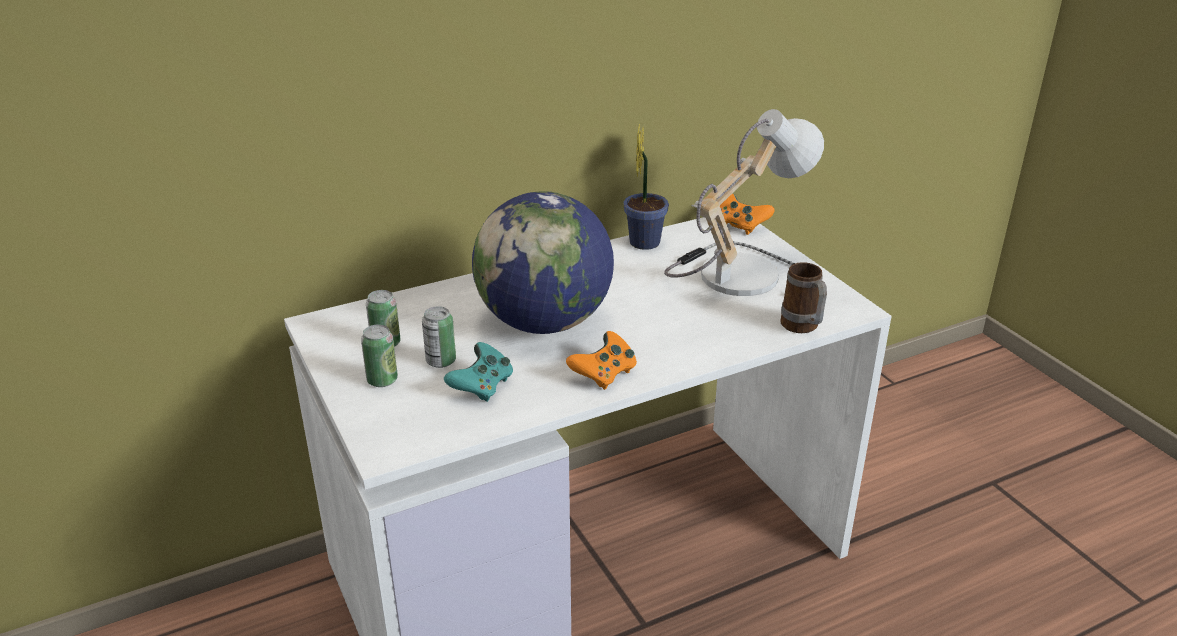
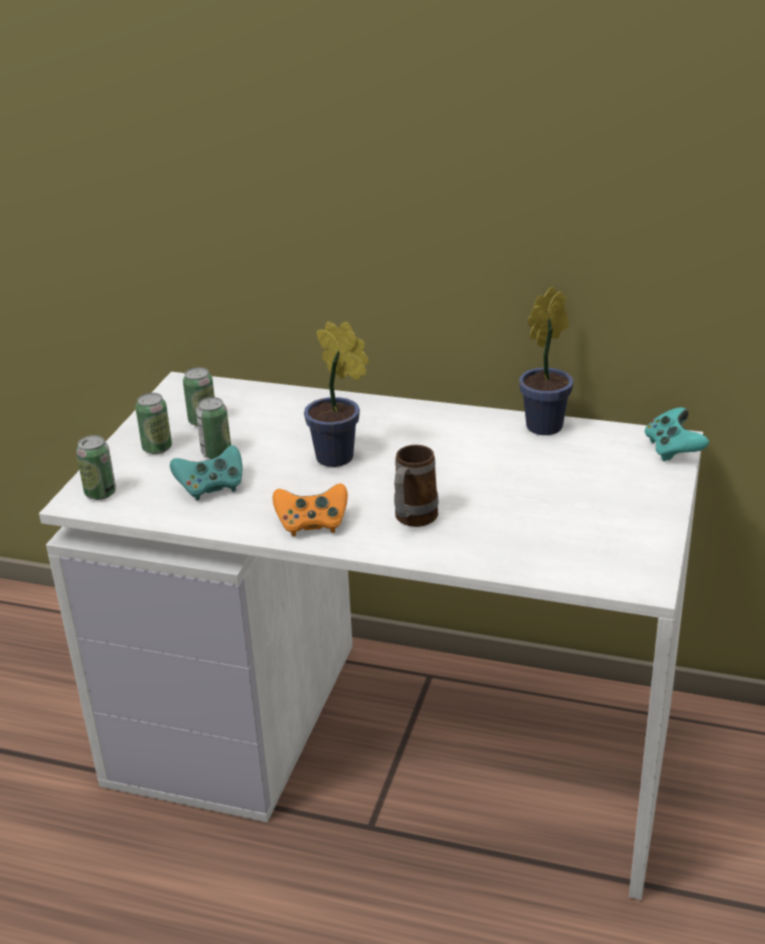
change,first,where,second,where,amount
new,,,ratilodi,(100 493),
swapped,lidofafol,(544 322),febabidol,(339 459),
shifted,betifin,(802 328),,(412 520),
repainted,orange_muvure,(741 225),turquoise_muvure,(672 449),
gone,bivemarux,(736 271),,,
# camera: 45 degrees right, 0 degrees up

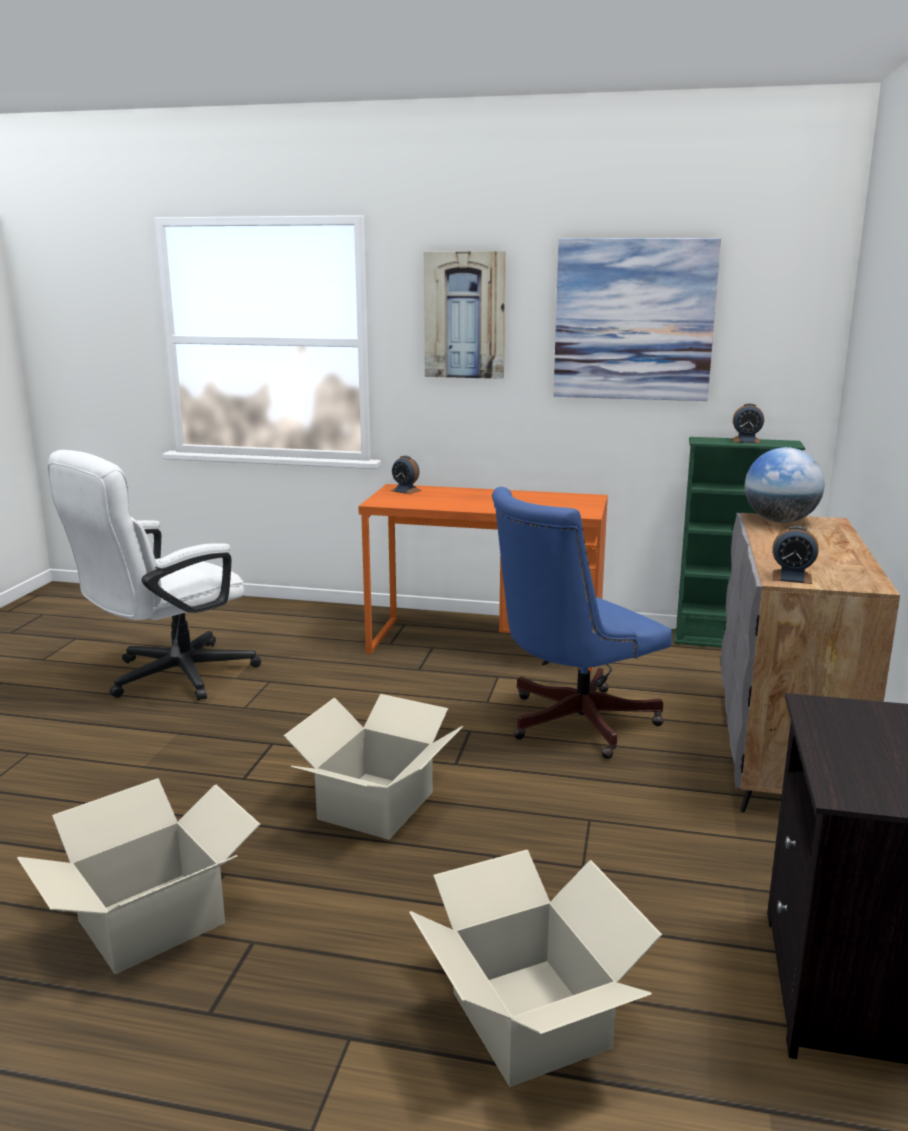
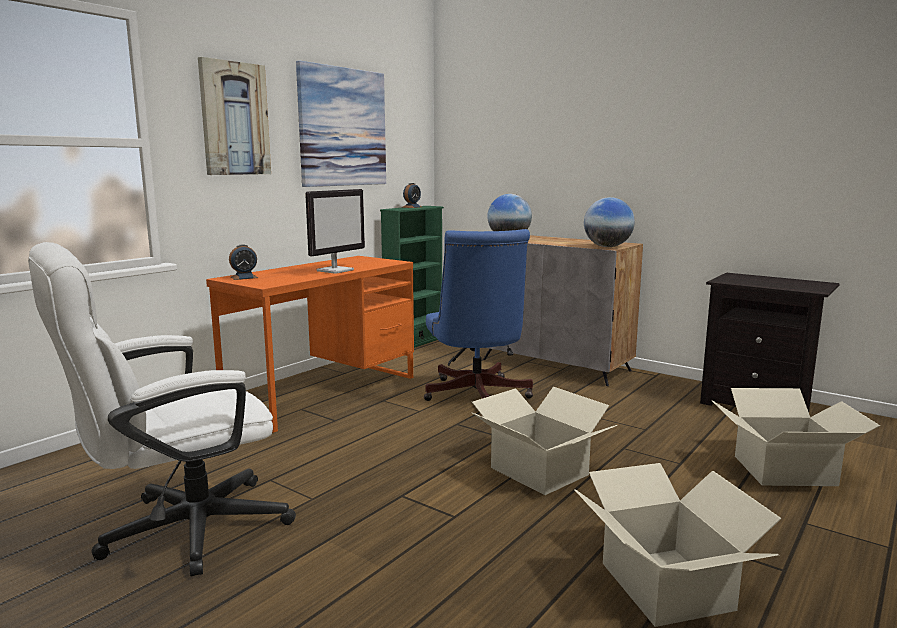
change,first,where,second,where,amount
rotated,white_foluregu,(168 678),,(178 532),75 degrees clockwise
new,,,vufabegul,(335 270),
swapped,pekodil,(792 577),lidofafol,(607 247),
# camera: 65 degrees left, 5 degrees down

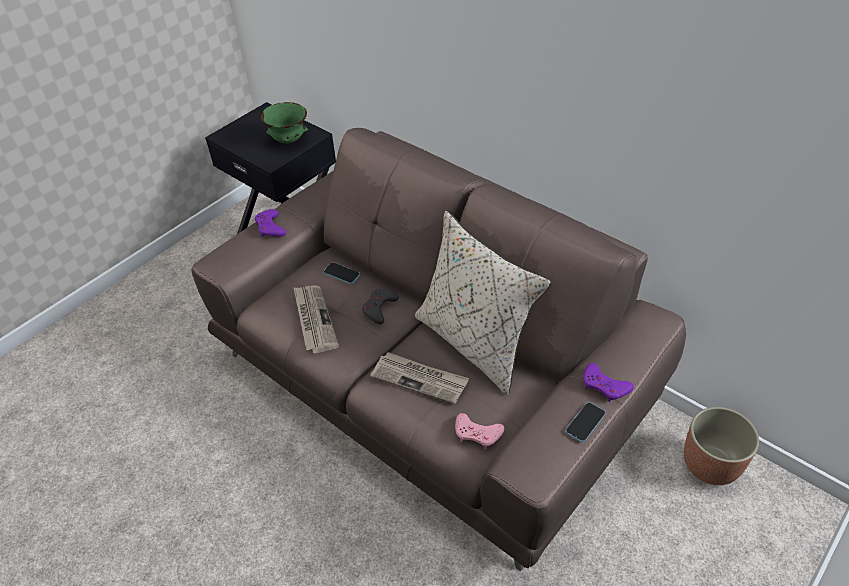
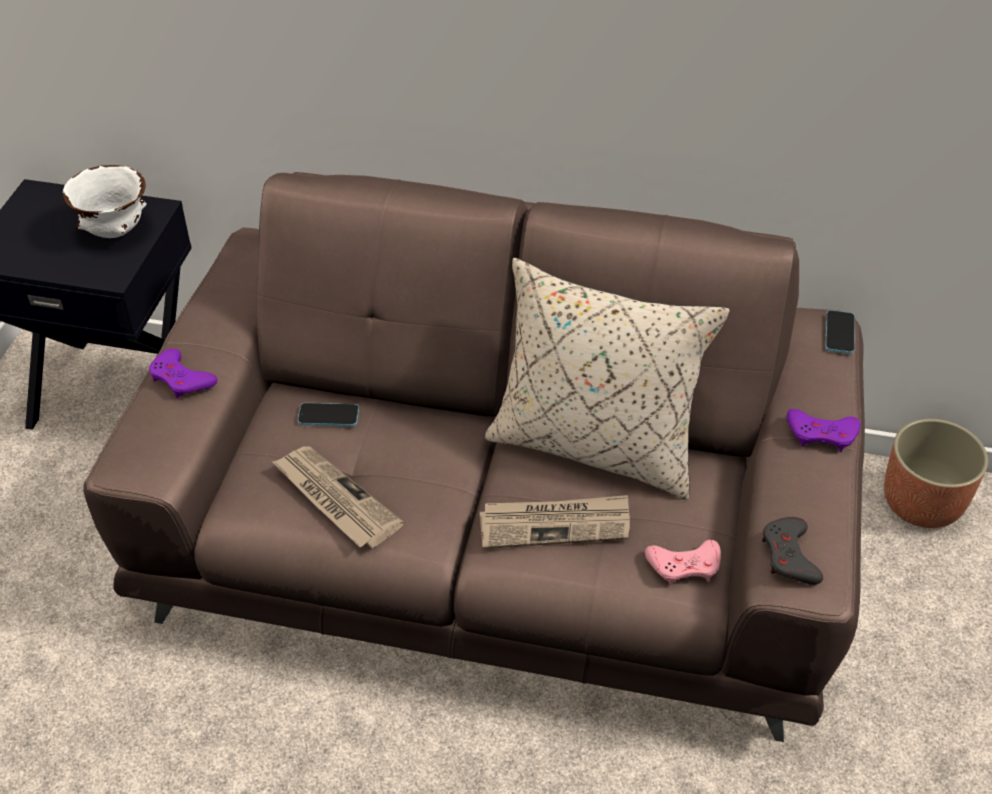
change,first,where,second,where,amount
repainted,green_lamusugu,(289 140),white_lamusugu,(116 231),
shifted,grey_muvure,(379 308),,(789 556),
shifted,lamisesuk,(585 423),,(839 333),
# camera: 30 degrees left, 0 degrees up

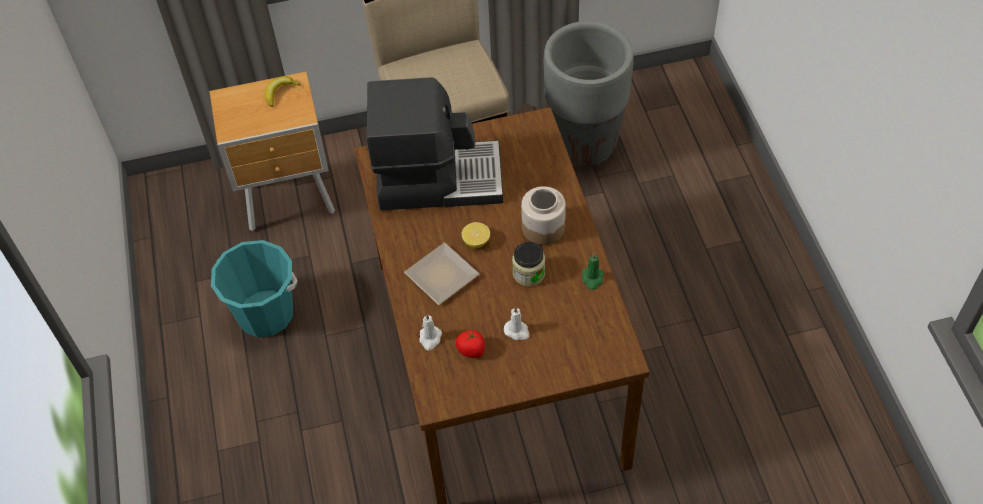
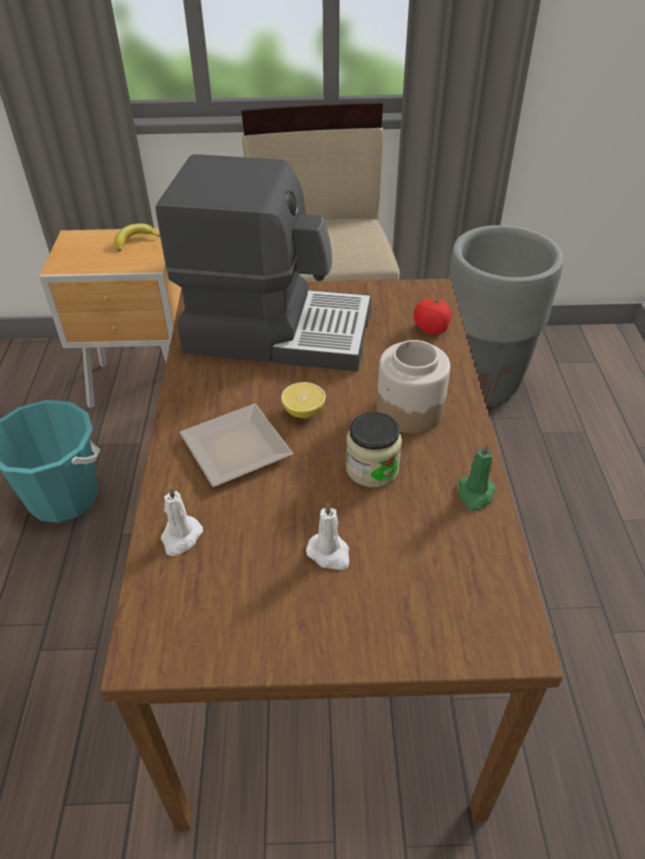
change,first,where,second,where,amount
shifted,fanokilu,(471 350),,(431 328),
# camera: 10 degrees right, 10 degrees down

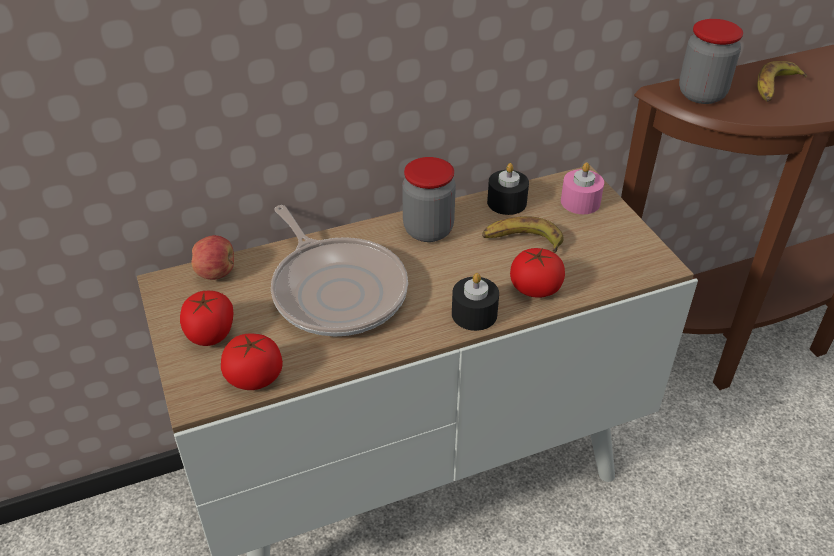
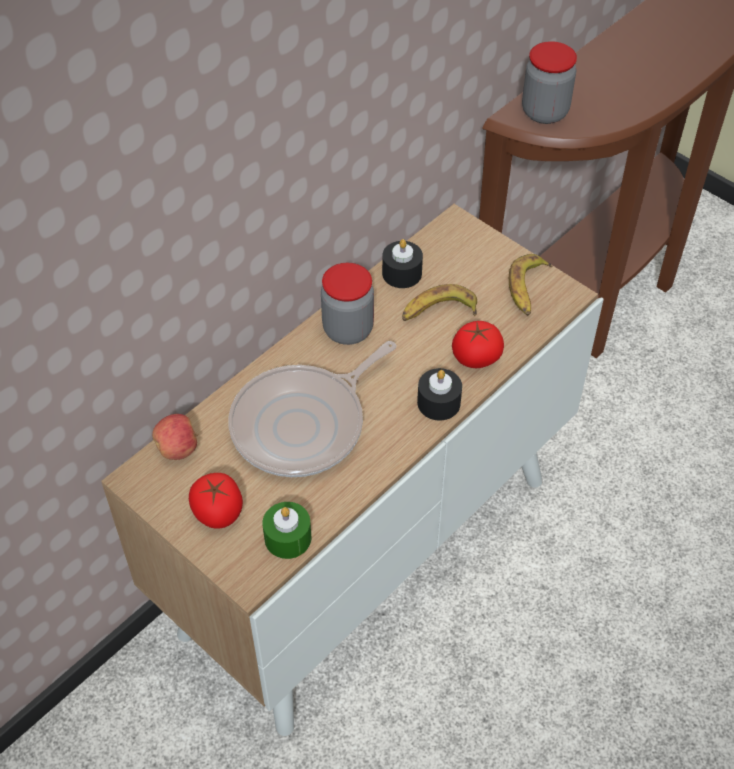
change,first,where,second,where,amount
rotated,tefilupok,(337 290),,(304 424),105 degrees clockwise
swapped,fanokilu,(254 377),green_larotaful,(288 538),
shifted,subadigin,(775 88),,(527 289),
gone,pink_larotaful,(580 202),,,
# camera: 25 degrees left, 10 degrees up

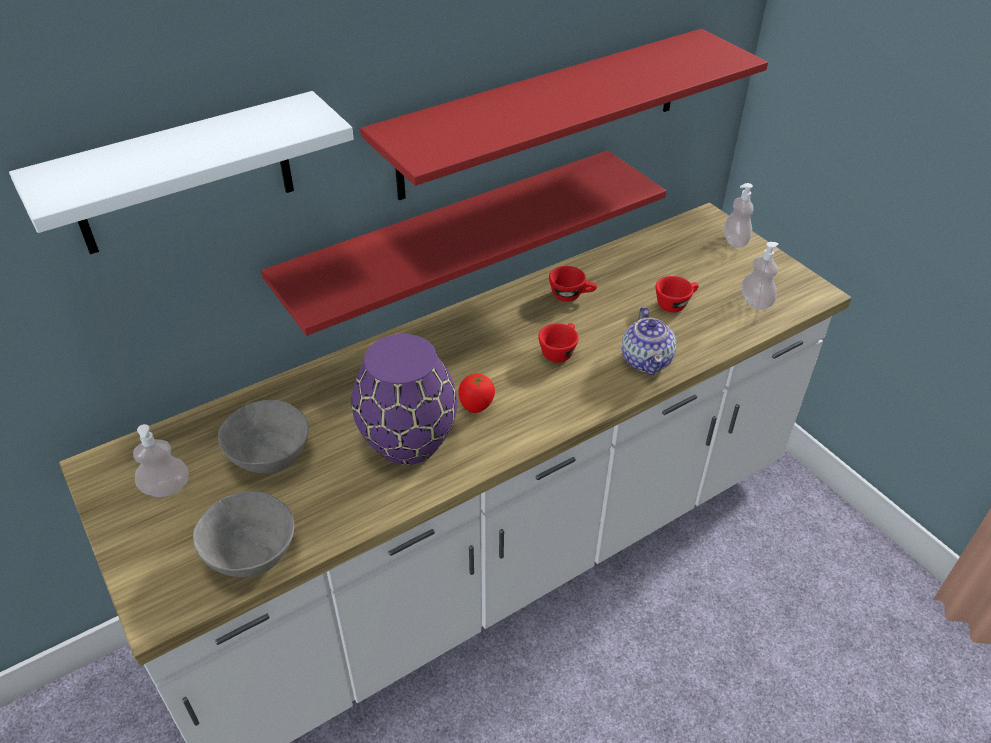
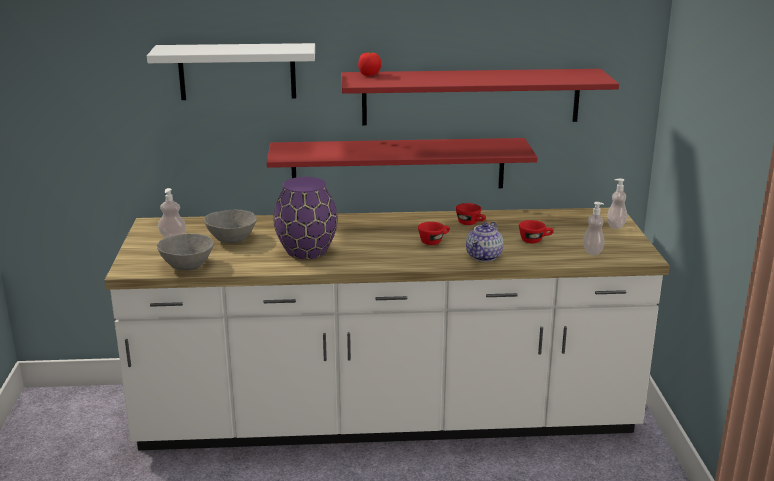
change,first,where,second,where,amount
shifted,fanokilu,(476 405),,(369 75),
# camera: 30 degrees right, 20 degrees down

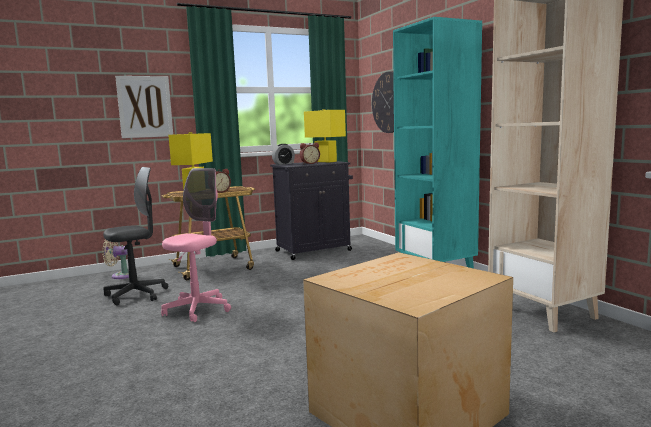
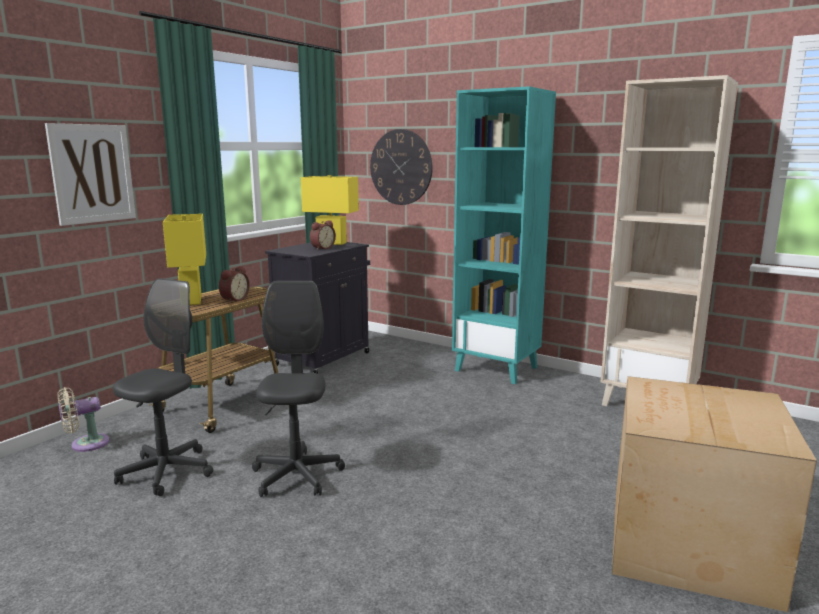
change,first,where,second,where,amount
repainted,pink_foluregu,(197 309),grey_foluregu,(297 476),
gone,pekodil,(283 164),,,
# camera: 30 degrees left, 5 degrees up

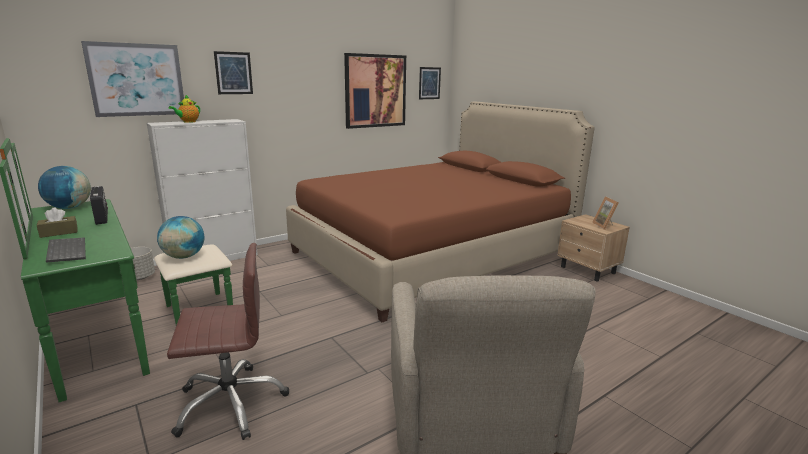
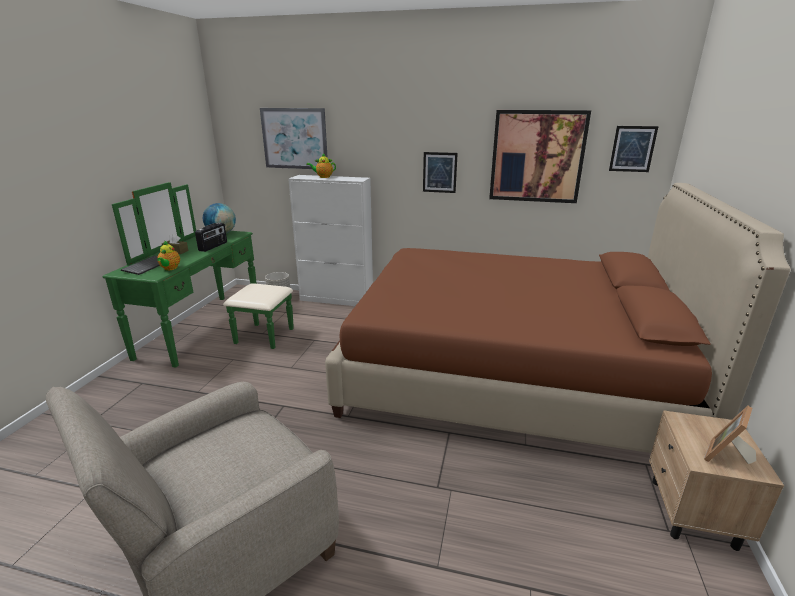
change,first,where,second,where,amount
new,,,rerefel,(170 268),
shifted,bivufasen,(233 73),,(439 172),
gone,lidofafol,(184 257),,,
gone,brown_foluregu,(230 403),,,
# camera: 50 degrees right, 5 degrees up

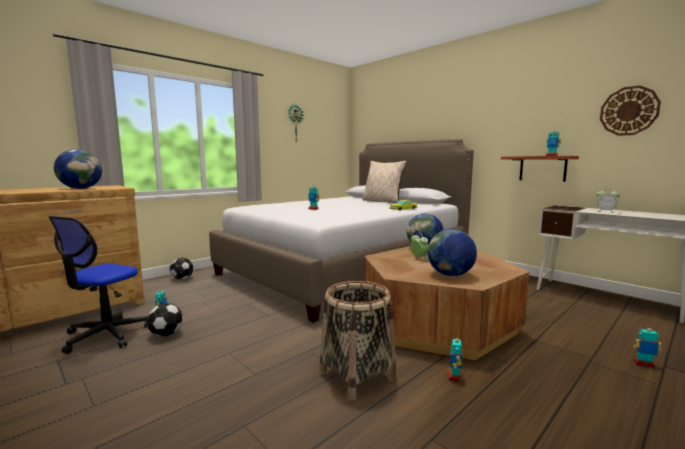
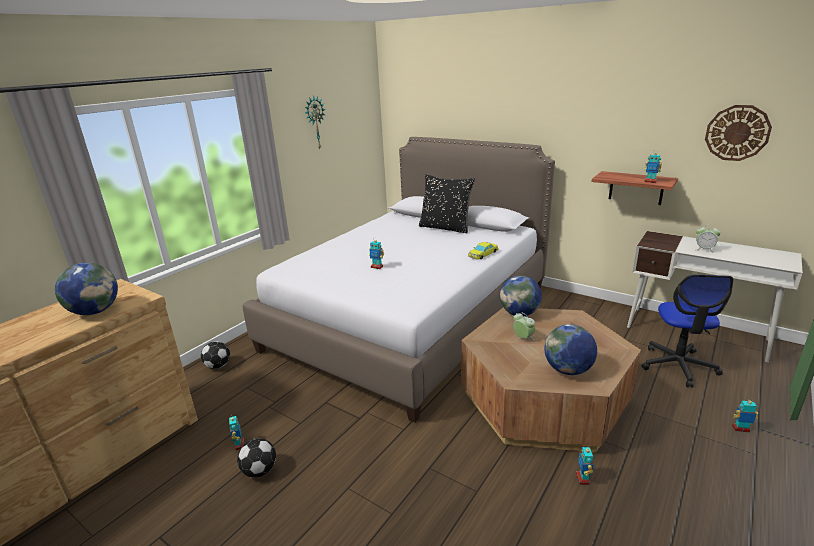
change,first,where,second,where,amount
repainted,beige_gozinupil,(382 201),black_gozinupil,(445 228),
shifted,foluregu,(106 335),,(678 366),
gone,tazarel,(357 376),,,
# camera: 10 degrees left, 15 degrees up

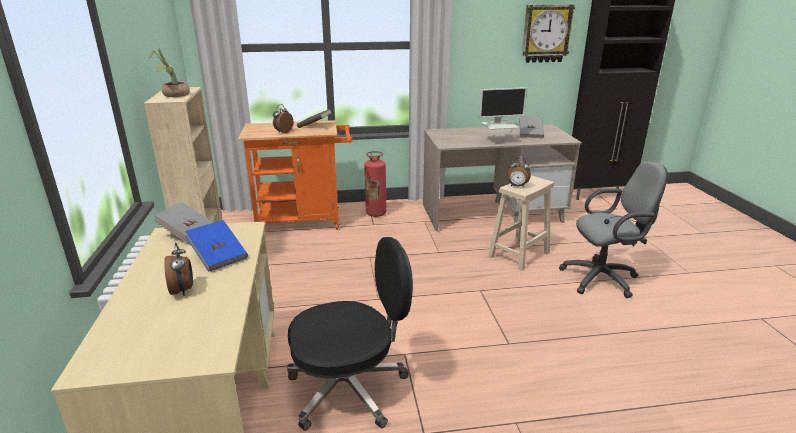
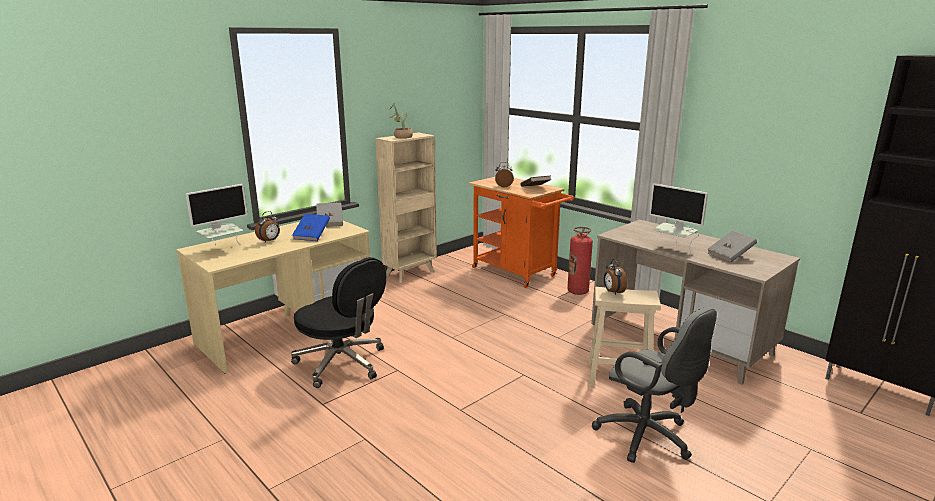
change,first,where,second,where,amount
new,,,vufabegul,(223 249),
gone,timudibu,(546 33),,,
# camera: 55 degrees right, 5 degrees down

